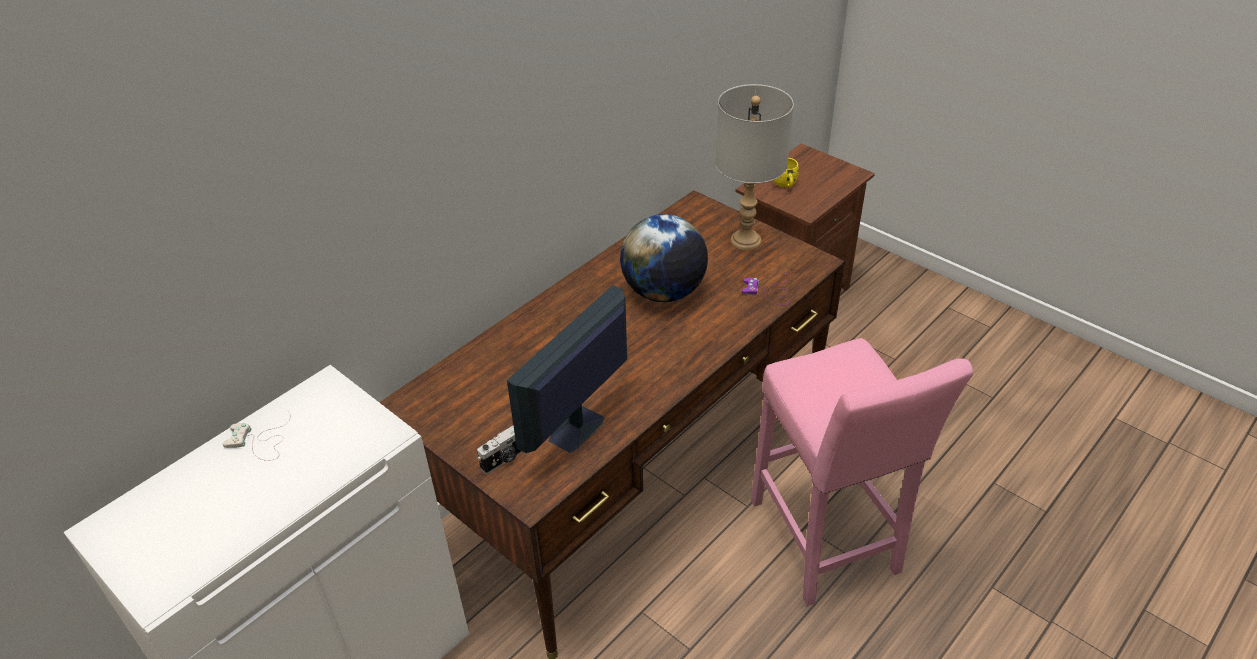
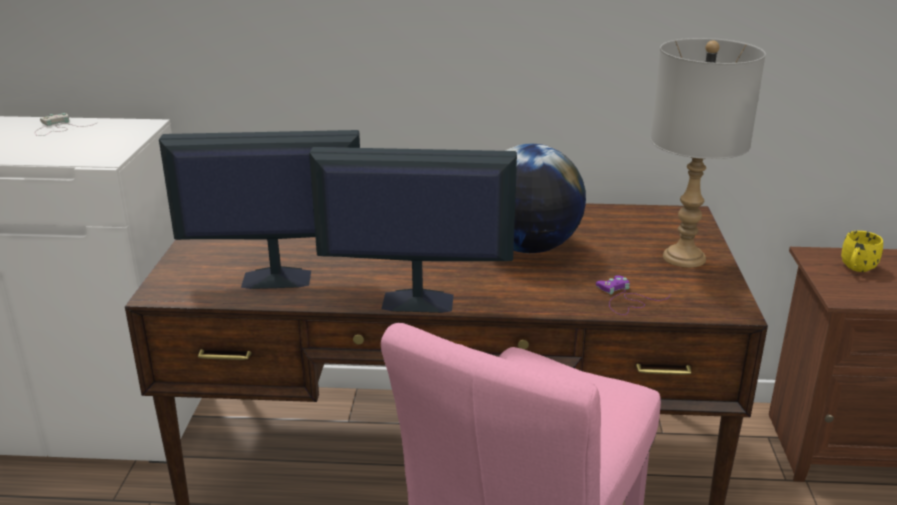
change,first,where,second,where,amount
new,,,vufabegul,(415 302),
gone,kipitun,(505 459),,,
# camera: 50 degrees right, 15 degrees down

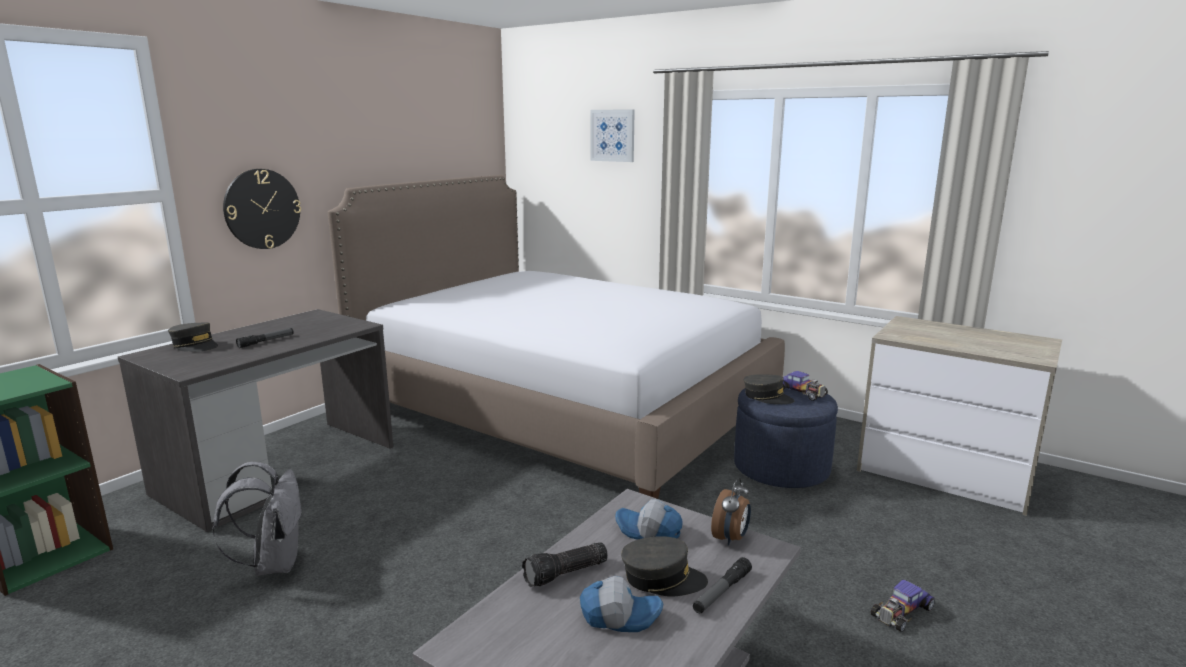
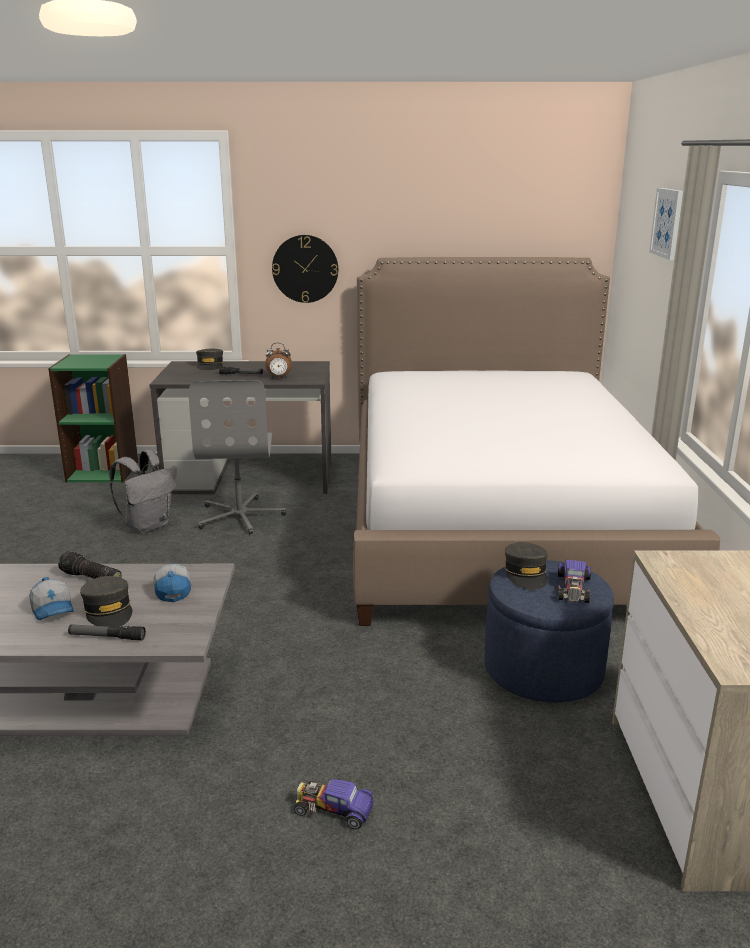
change,first,where,second,where,amount
new,,,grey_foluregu,(240 516),
shifted,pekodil,(731 538),,(279 377),
# camera: 55 degrees right, 5 degrees up

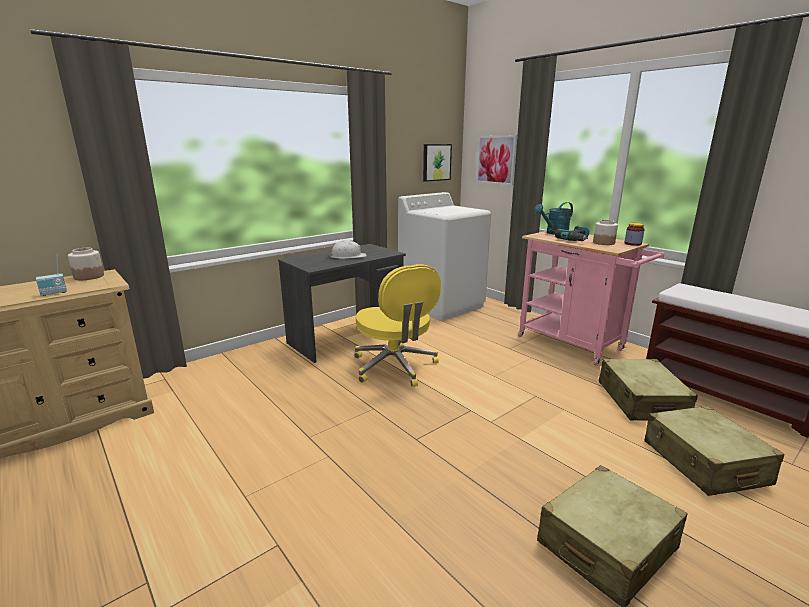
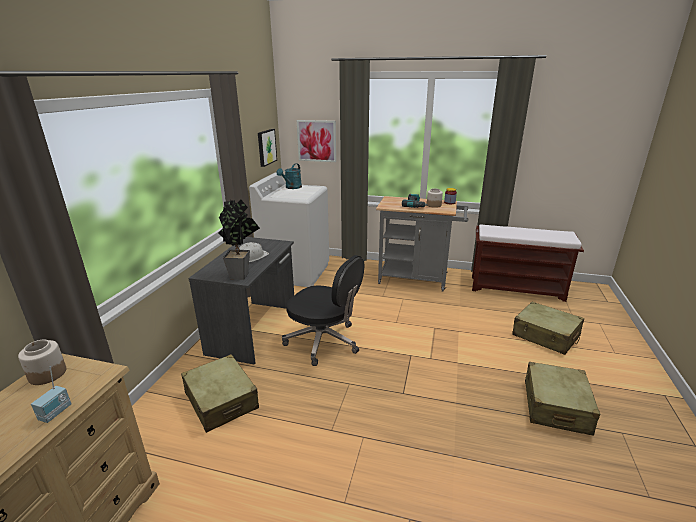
change,first,where,second,where,amount
shifted,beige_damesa,(641 401),,(221 400),
new,,,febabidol,(242 274),
shifted,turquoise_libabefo,(554 233),,(291 187),
repainted,yellow_foluregu,(395 367),black_foluregu,(324 341),
repainted,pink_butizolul,(575 345),grey_butizolul,(417 279),
# camera: 35 degrees left, 5 degrees up

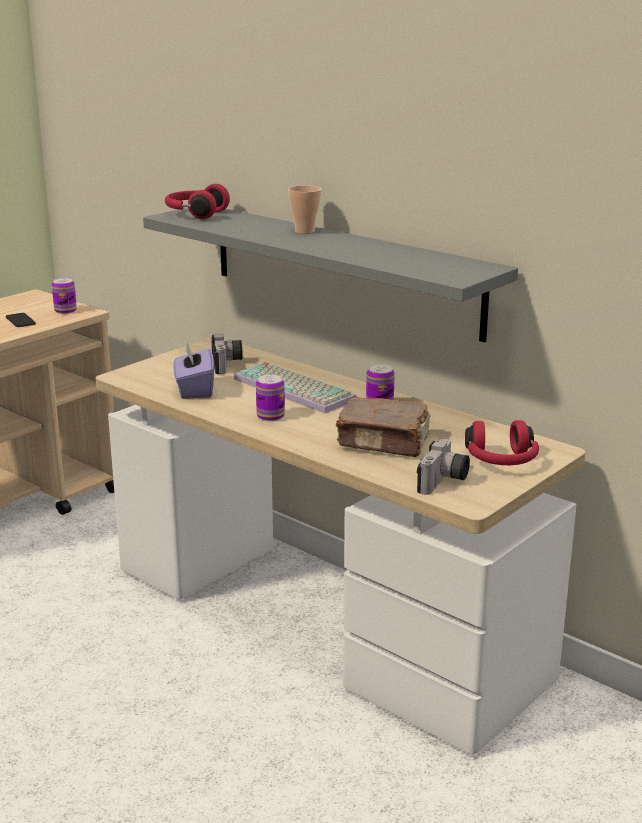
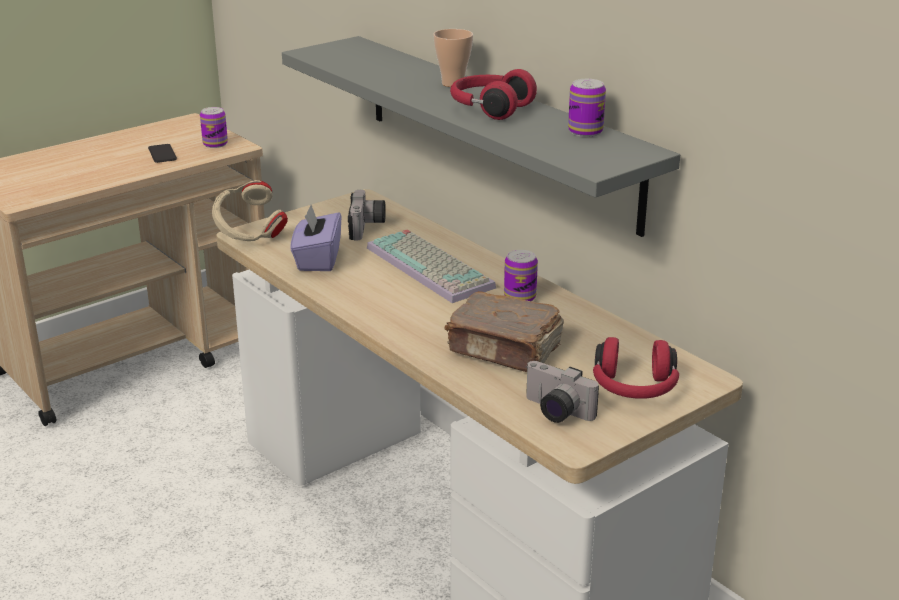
change,first,where,second,where,amount
new,,,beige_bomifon,(249 236),
shifted,red_bomifon,(195 214),,(489 109),
rotated,kipitun,(444 482),,(554 412),90 degrees clockwise
shifted,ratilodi,(270 416),,(585 131),
# camera: 10 degrees right, 5 degrees up

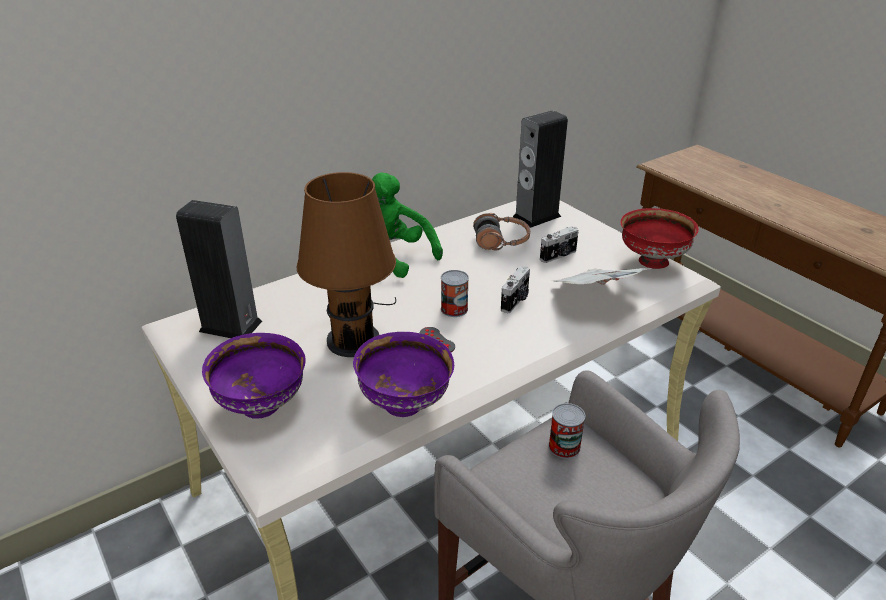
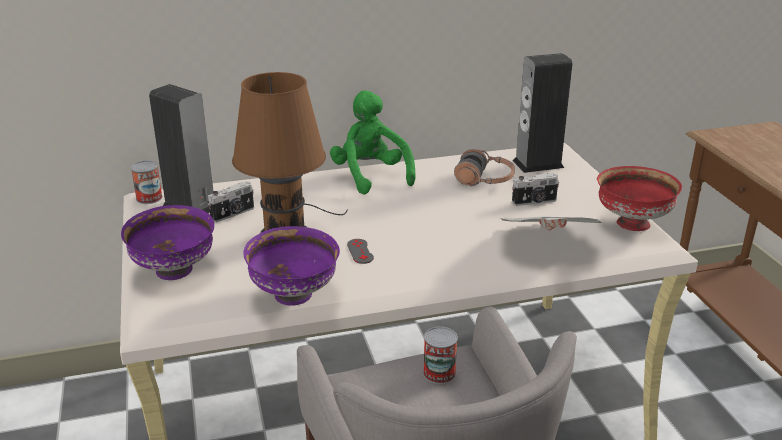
change,first,where,second,where,amount
shifted,ratilodi,(454 309),,(149 198),
shifted,kipitun,(516 301),,(233 214),
# camera: 20 degrees right, 5 degrees down

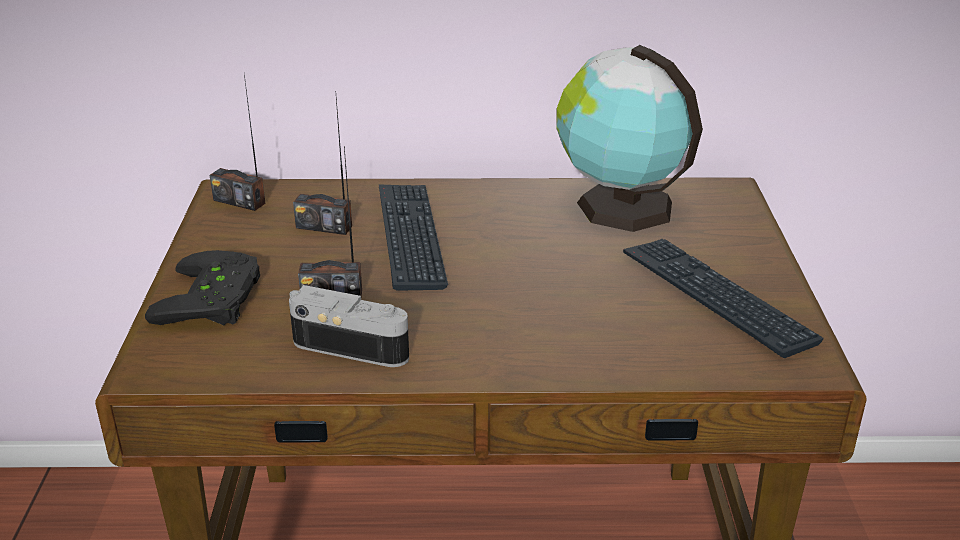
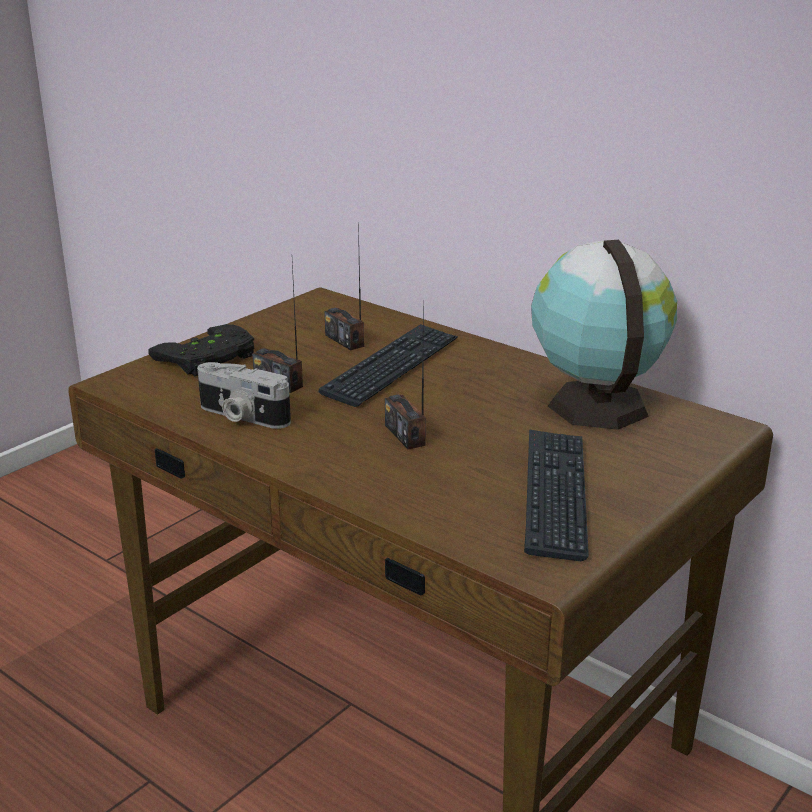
change,first,where,second,where,amount
rotated,kipitun,(353 345),,(241 416),150 degrees clockwise
shifted,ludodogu,(239 201),,(405 435),
# camera: 40 degrees right, 5 degrees down

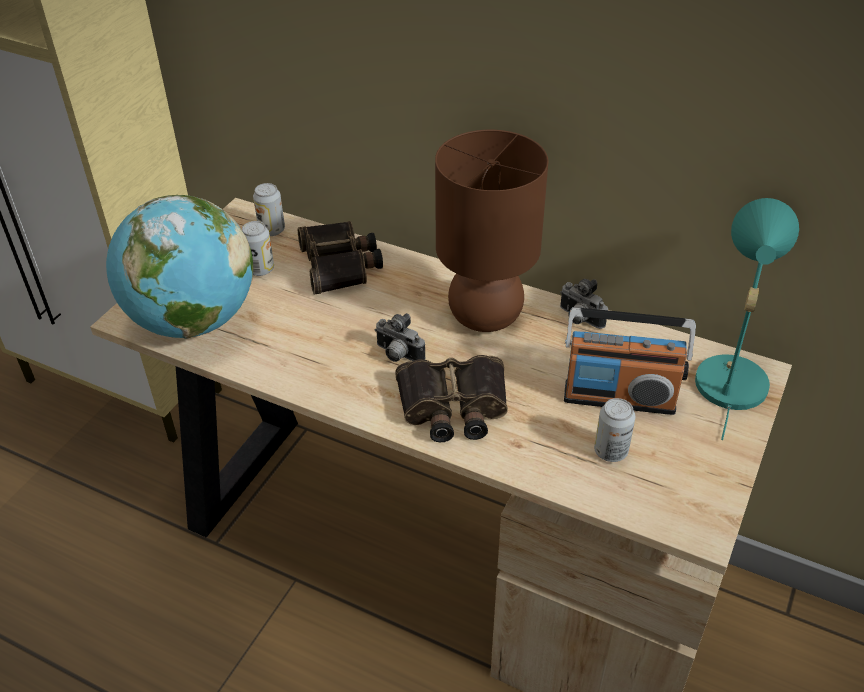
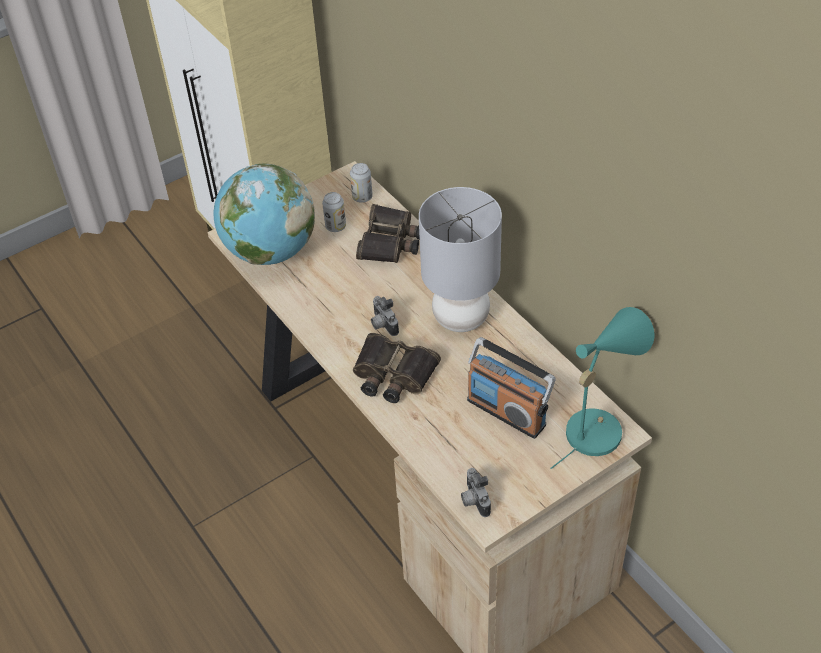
change,first,where,second,where,amount
repainted,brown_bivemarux,(485 317),grey_bivemarux,(460 319),
shifted,kipitun,(579 319),,(473 500),
gone,ratilodi,(610 451),,,
# camera: 30 degrees right, 5 degrees up

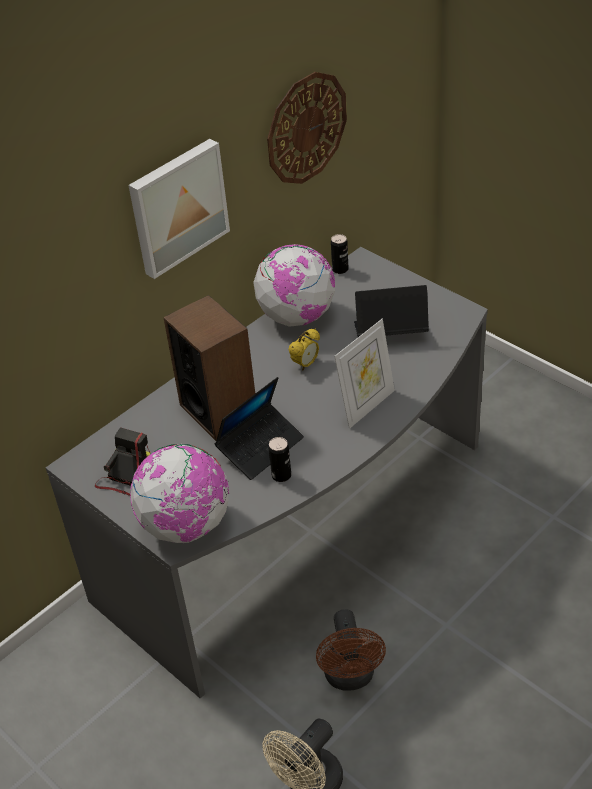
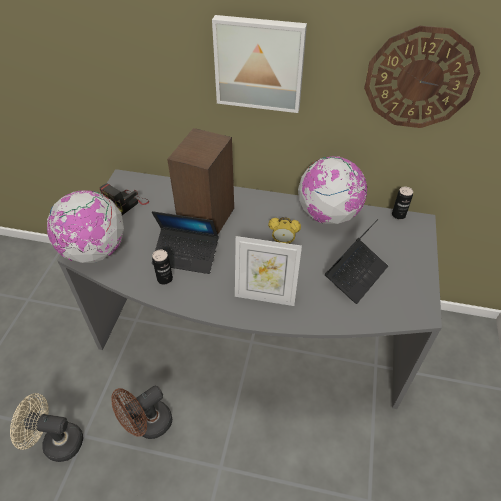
change,first,where,second,where,amount
rotated,kipitun,(127 475),,(126 204),135 degrees clockwise
rotated,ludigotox,(390 333),,(355 274),75 degrees clockwise
# camera: 55 degrees right, 5 degrees up

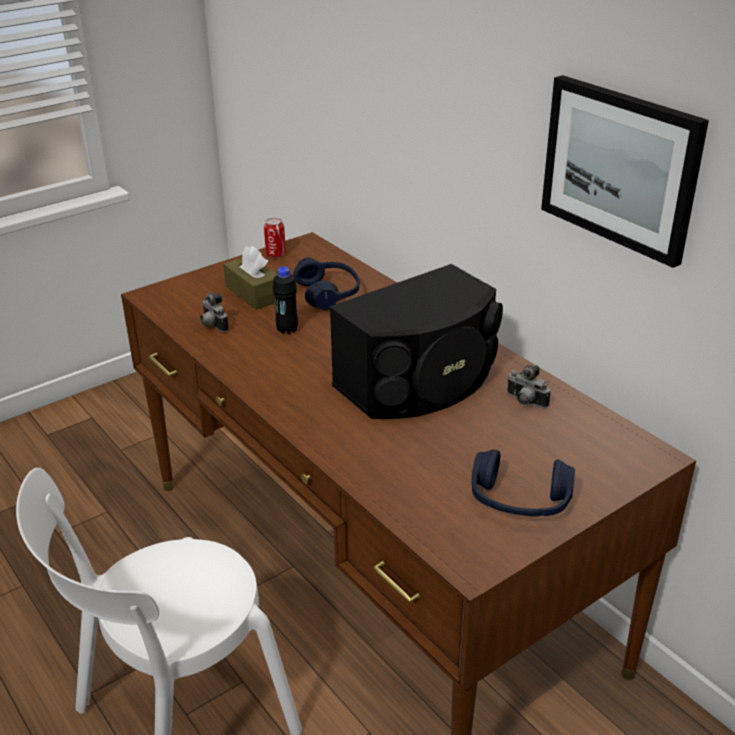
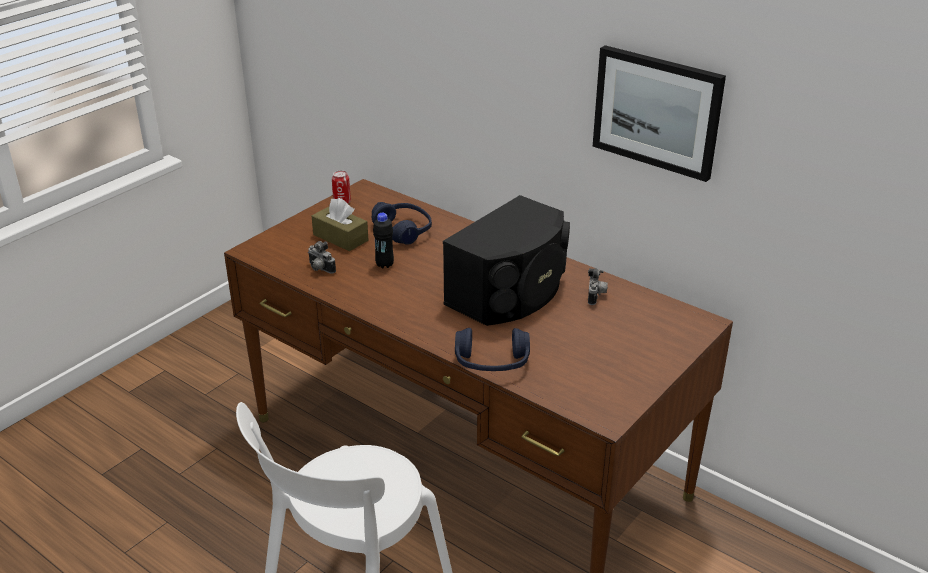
change,first,where,second,where,amount
shifted,blue_bomifon,(519 501),,(492 362),
rotated,kipitun,(525 402),,(596 296),105 degrees counterclockwise
# camera: 15 degrees left, 0 degrees up

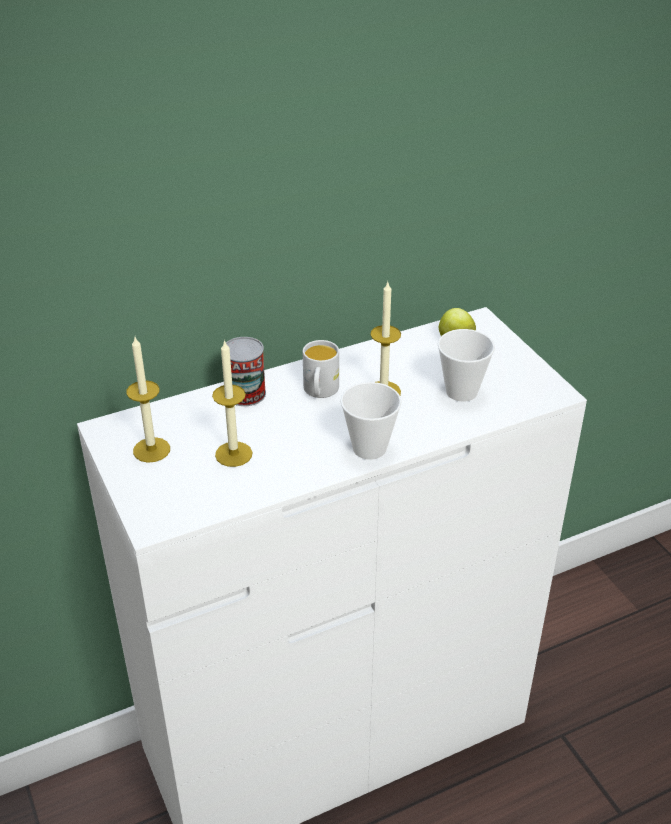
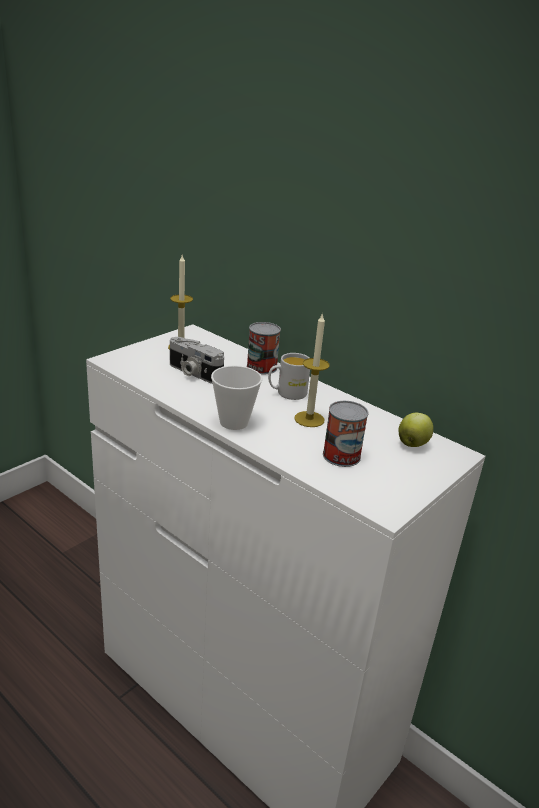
change,first,where,second,where,amount
swapped,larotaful,(233 454),kipitun,(193 373),
swapped,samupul,(461 391),ratilodi,(341 456),
# camera: 65 degrees right, 10 degrees down

